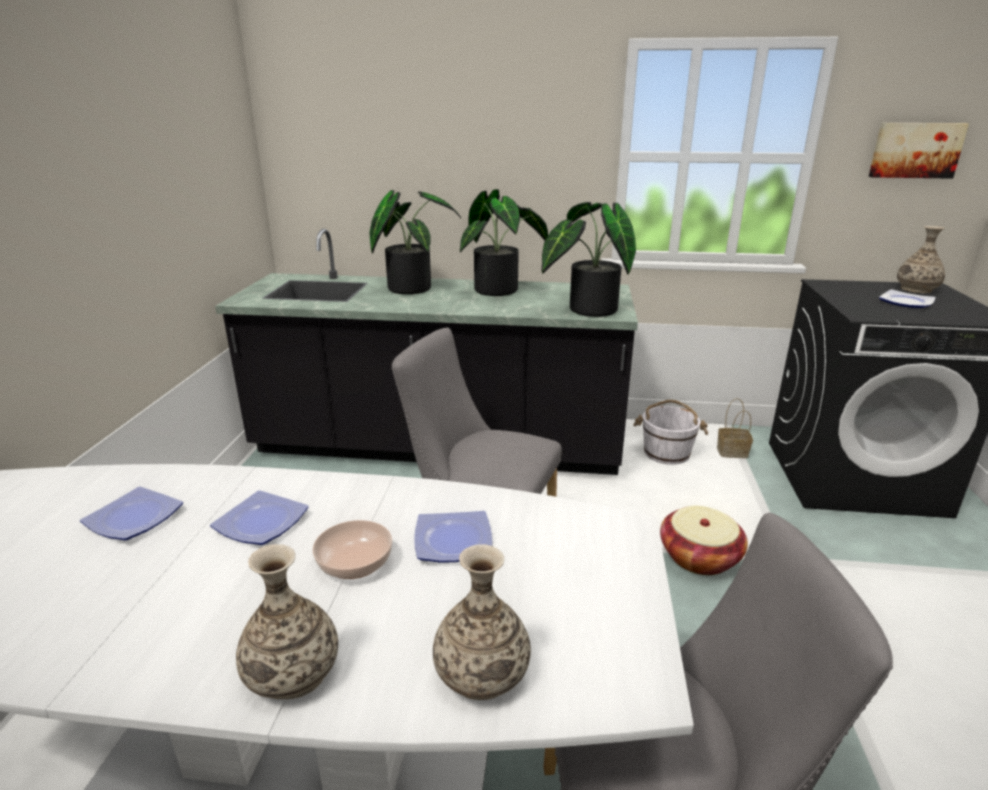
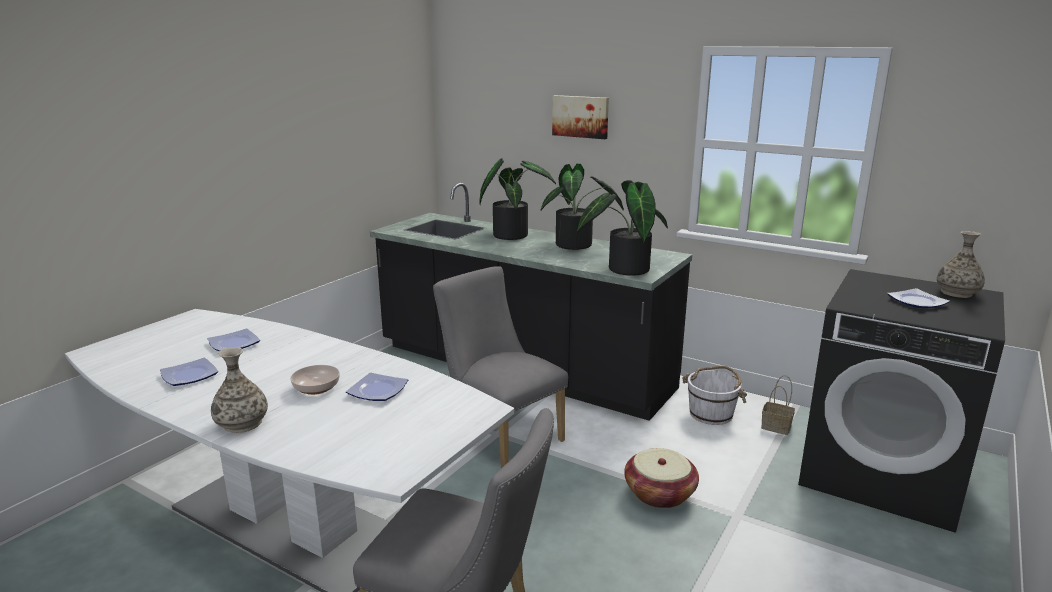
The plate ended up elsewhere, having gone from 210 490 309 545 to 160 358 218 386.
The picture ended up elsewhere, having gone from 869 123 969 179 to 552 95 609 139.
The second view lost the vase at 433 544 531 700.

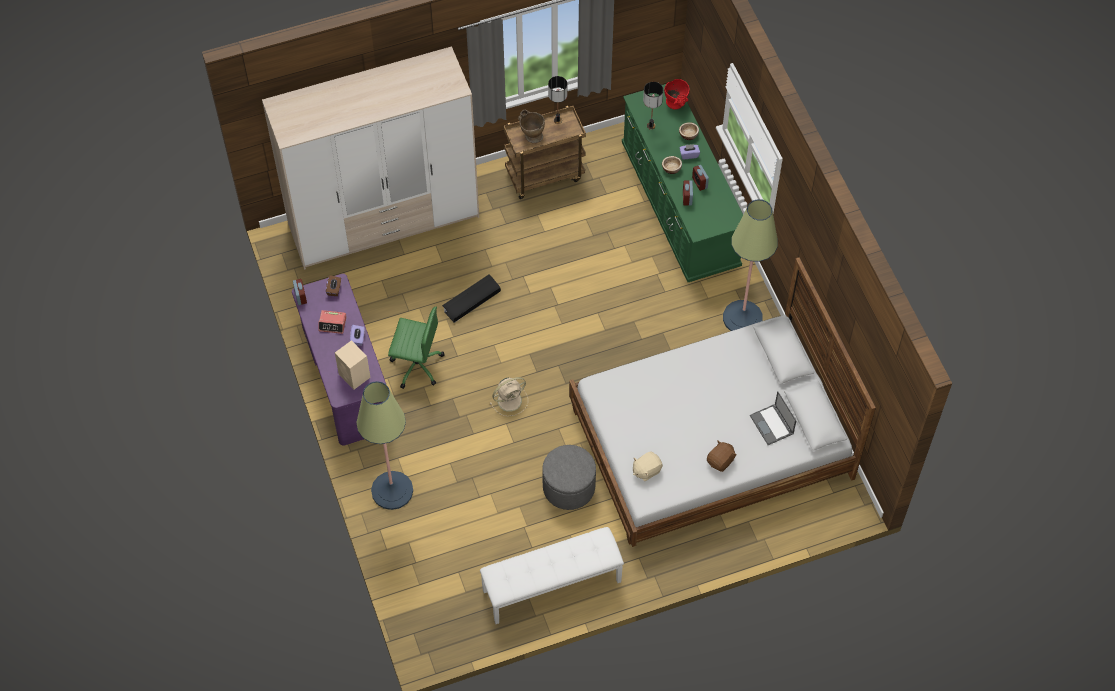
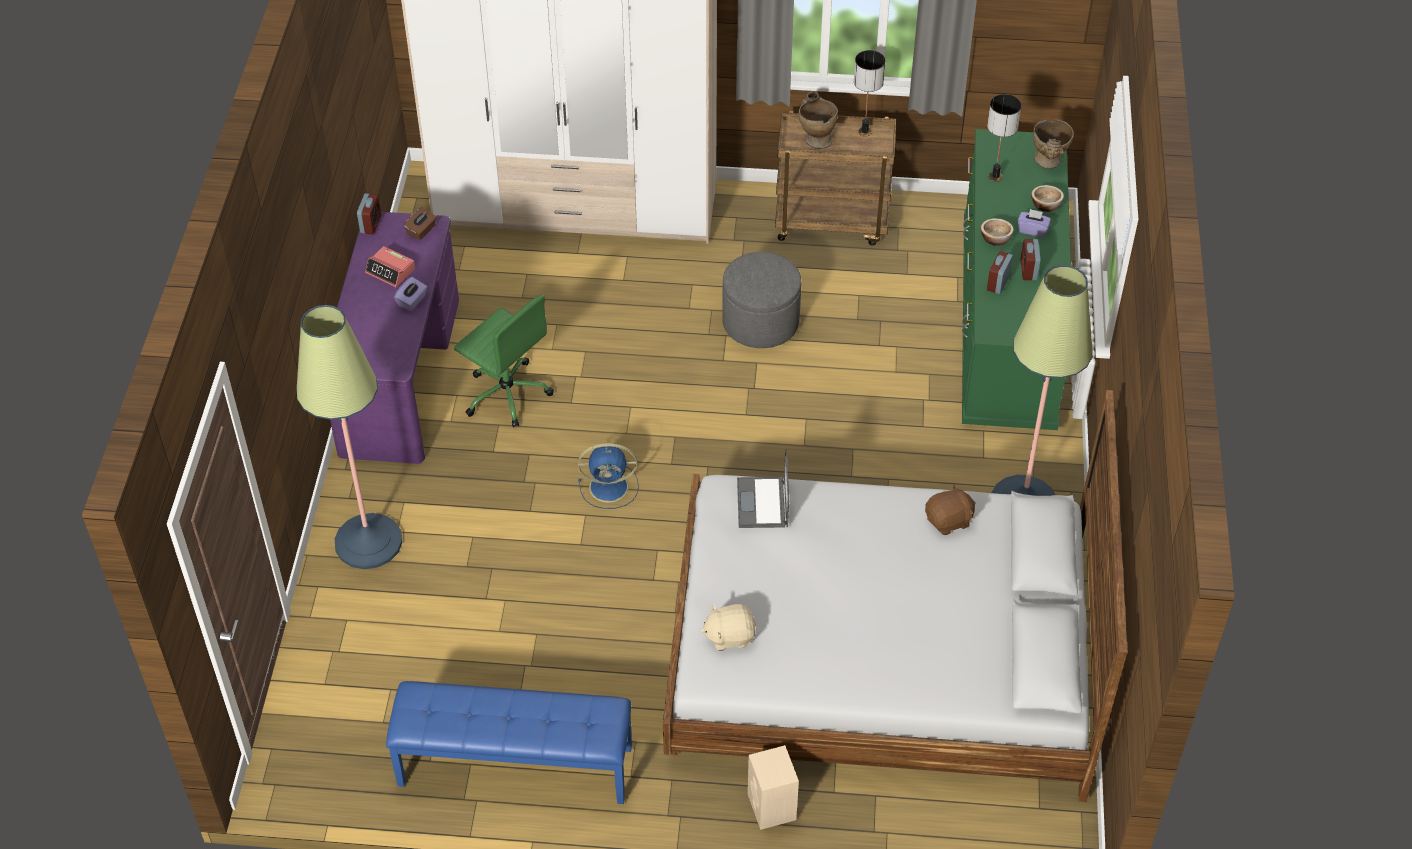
What was the white bench at 480 527 624 624 turned into the blue bench at 386 681 632 804.
What was the beige fan at 490 377 528 416 turned into the blue fan at 578 443 639 509.
The grey ottoman ended up elsewhere, having gone from 542 445 596 510 to 722 252 801 348.
The laptop ended up elsewhere, having gone from 750 391 796 445 to 737 449 789 528.
The beige speaker ended up elsewhere, having gone from 335 340 371 390 to 748 745 799 830.
The brown plush toy ended up elsewhere, having gone from 707 440 737 472 to 925 484 975 535.
What was the red vase at 664 79 689 110 turned into the beige vase at 1033 120 1074 169.
The second view lost the black storage box at 442 274 501 323.

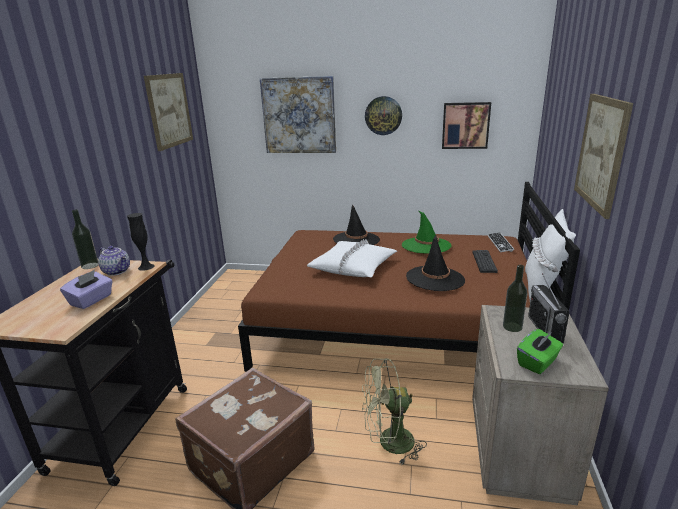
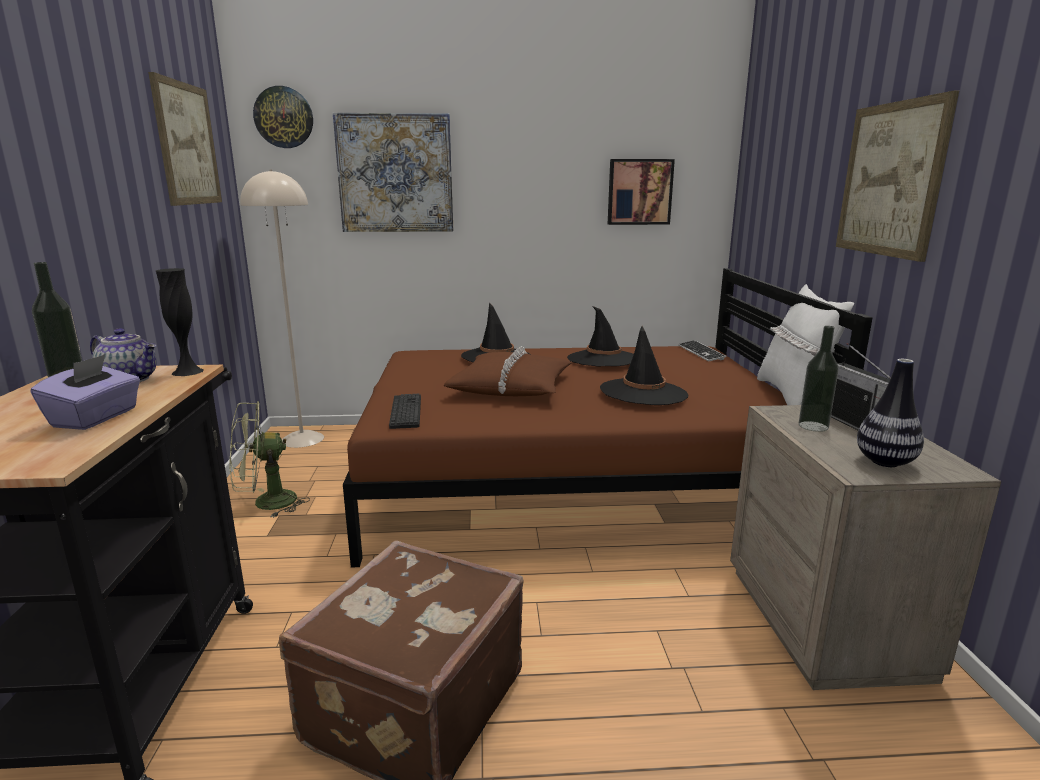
The green fan ended up elsewhere, having gone from 362 358 427 466 to 229 401 310 518.
The second view gained the beige floor lamp at 240 169 324 448.
The wall clock ended up elsewhere, having gone from 365 96 402 135 to 253 86 313 148.
The keyboard ended up elsewhere, having gone from 472 250 498 273 to 389 394 421 429.
What was the white pillow at 307 239 397 277 turned into the brown pillow at 444 346 572 396.
What was the green hat at 402 211 452 254 turned into the black hat at 567 306 634 366.
Where the green tissue box stood at 517 329 563 374, the vase came to stand at 857 359 924 467.

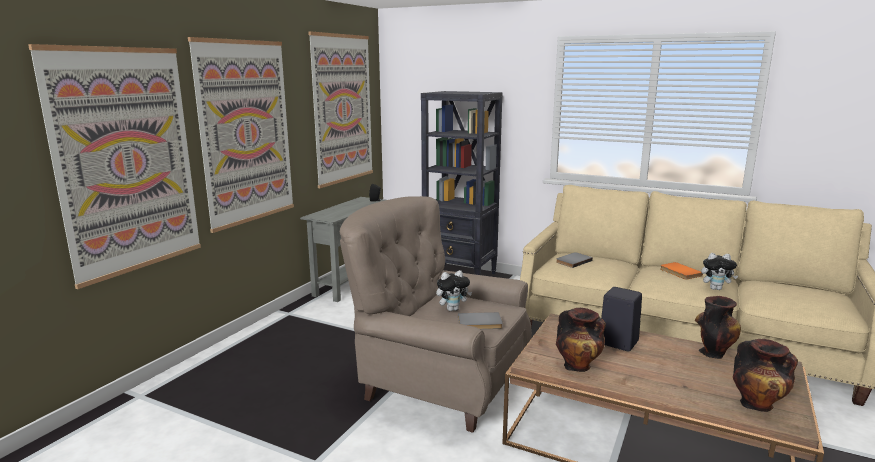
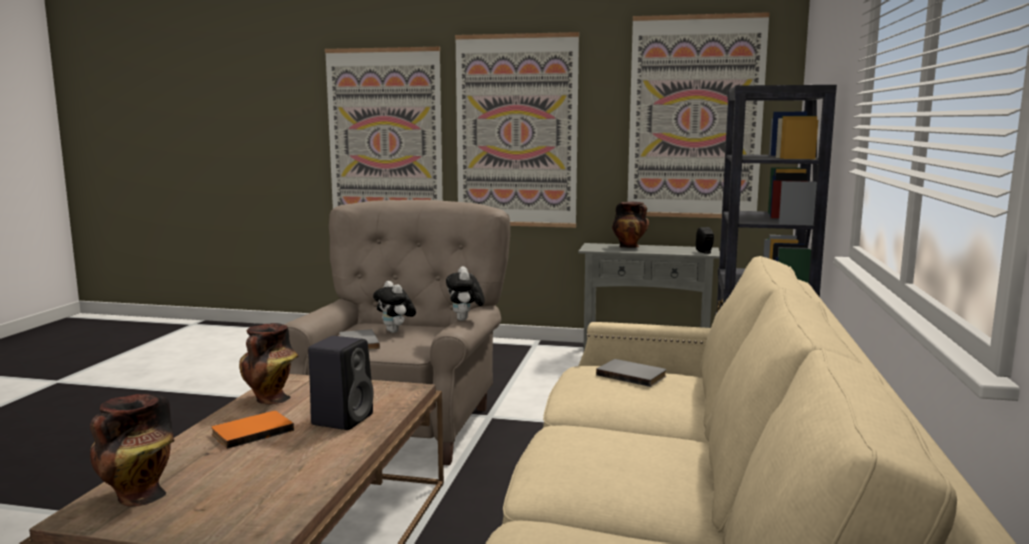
The orange book ended up elsewhere, having gone from 660 262 703 280 to 211 411 294 449.
The plush toy ended up elsewhere, having gone from 701 253 738 290 to 446 266 484 321.
The vase ended up elsewhere, having gone from 695 296 741 359 to 612 202 649 248.

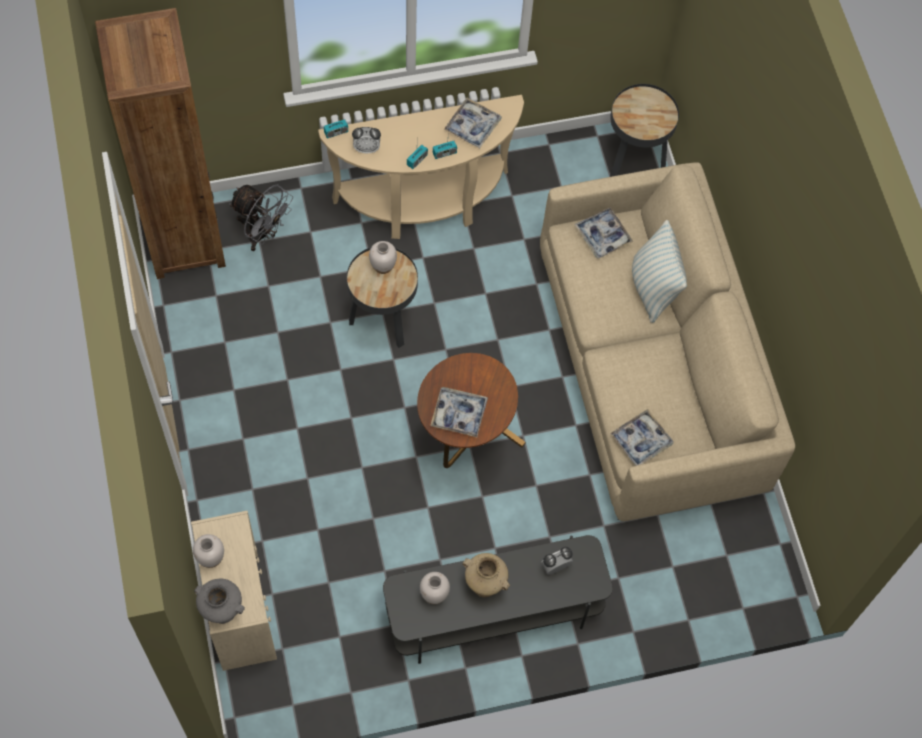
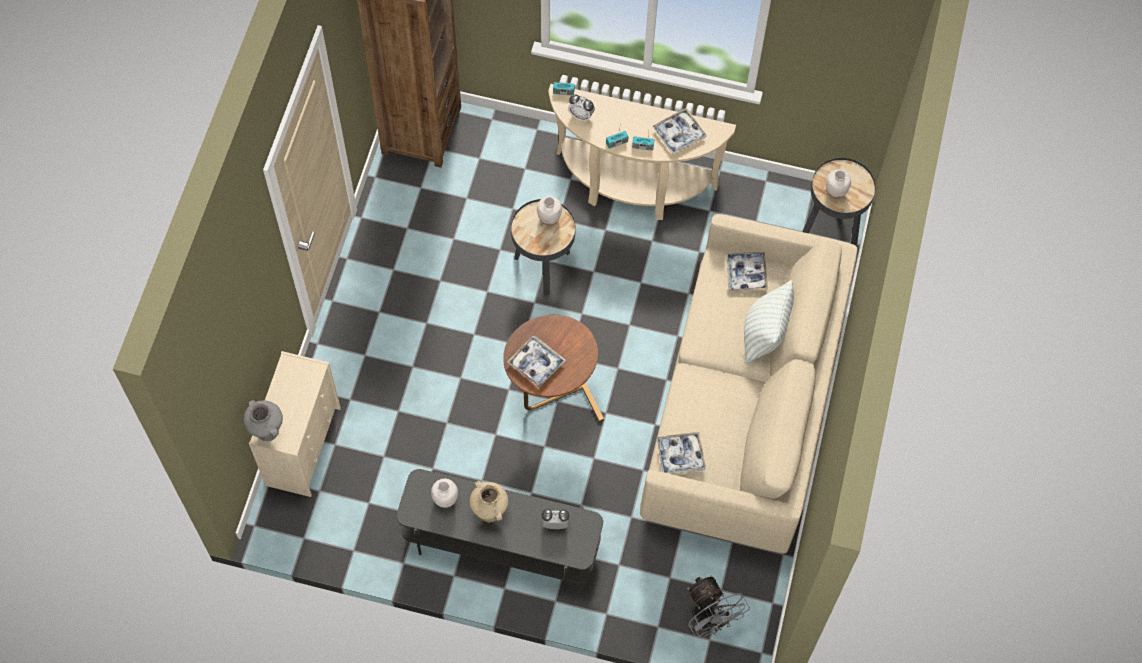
The grey fan ended up elsewhere, having gone from 229 184 293 251 to 687 575 750 639.
The white vase ended up elsewhere, having gone from 193 534 224 568 to 826 170 851 199.

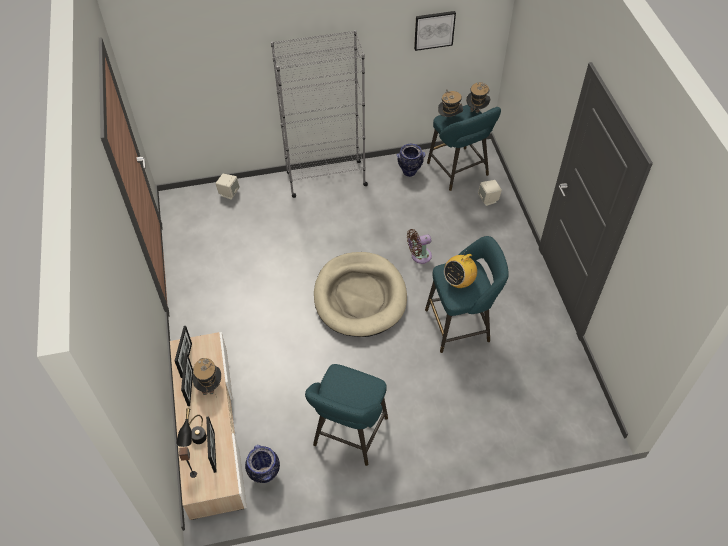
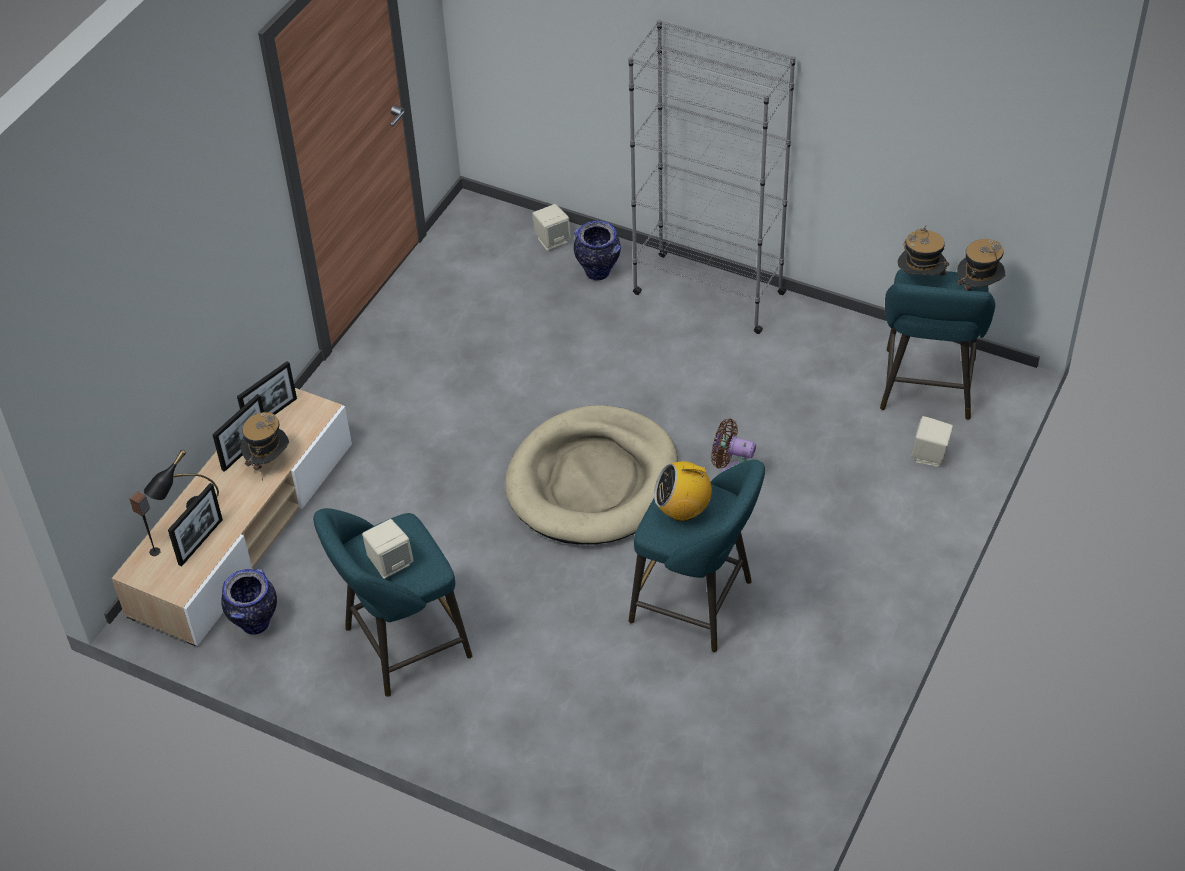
The second view gained the beige speaker at 362 519 413 579.
The vase ended up elsewhere, having gone from 397 144 426 177 to 574 220 621 281.
The second view lost the picture at 414 11 456 51.

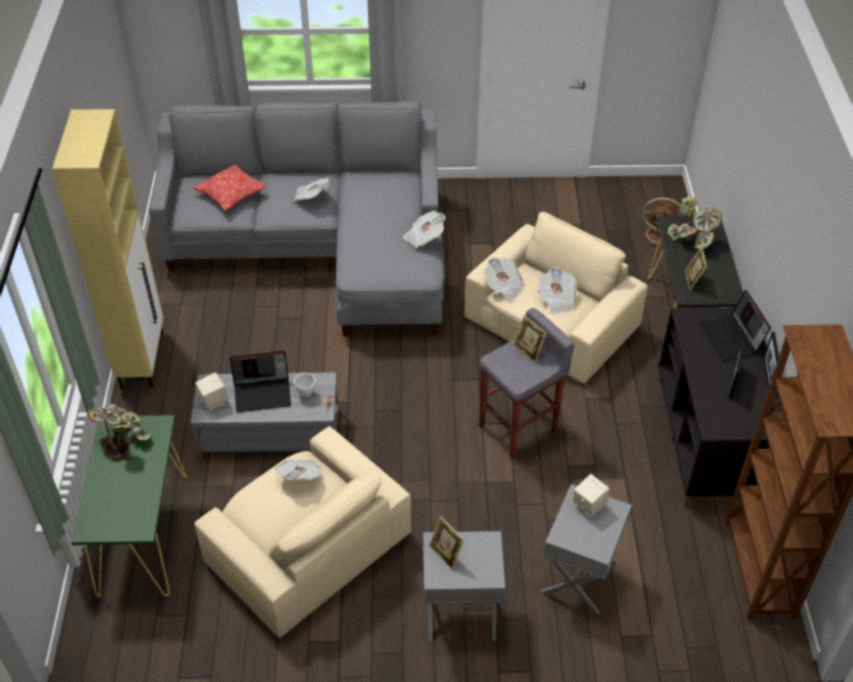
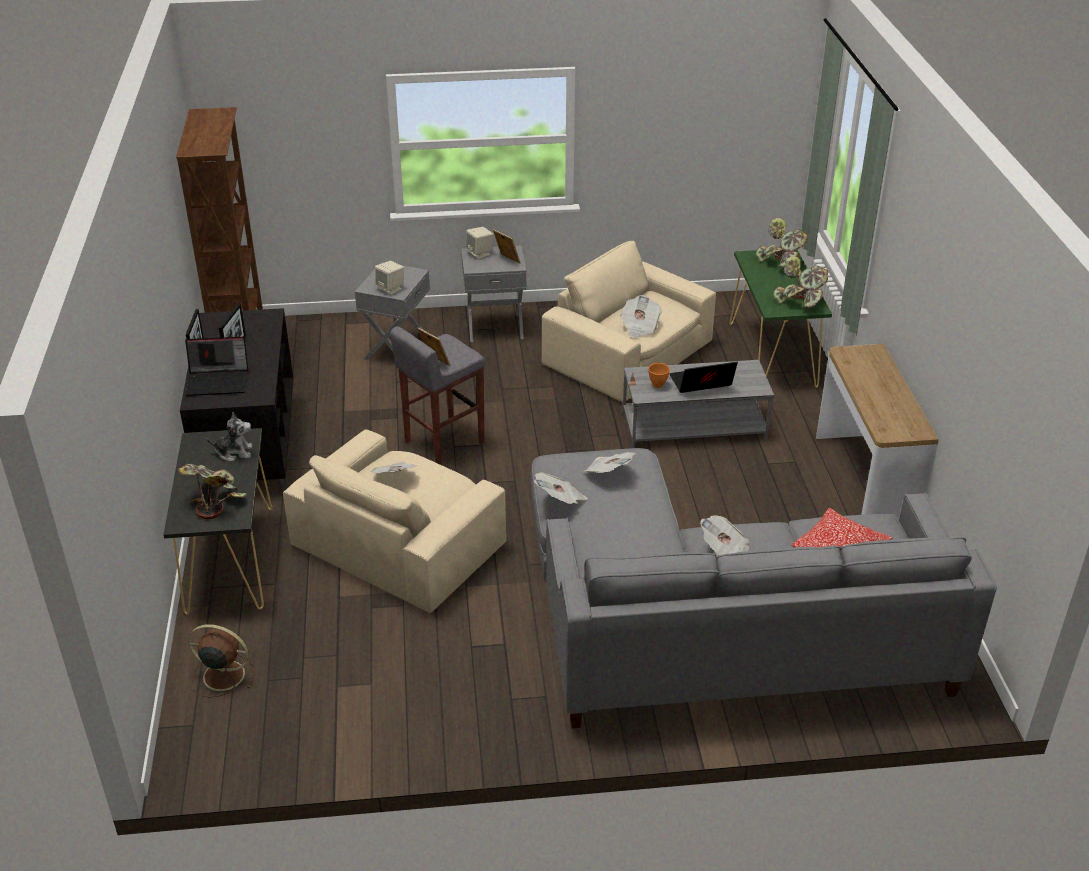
The laptop at 700 290 771 360 ended up facing another way, 105 degrees clockwise from before.
Where the picture frame stood at 685 246 707 291, the plush toy came to stand at 207 412 253 462.
The beige speaker ended up elsewhere, having gone from 195 372 228 410 to 466 227 494 259.
The newspaper ended up elsewhere, having gone from 484 257 525 301 to 584 452 636 473.
What was the white bowl at 294 373 316 397 turned into the orange bowl at 648 363 670 388.
The second view gained the potted plant at 756 218 808 268.
Where the beige cabinet stood at 52 109 164 388, the console table came to stand at 816 344 939 521.

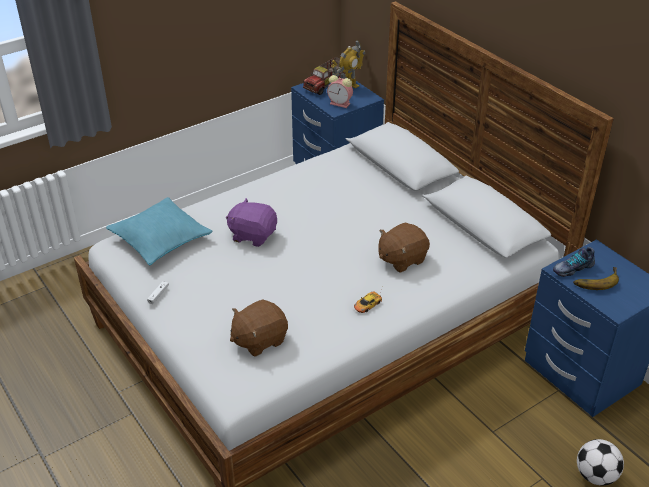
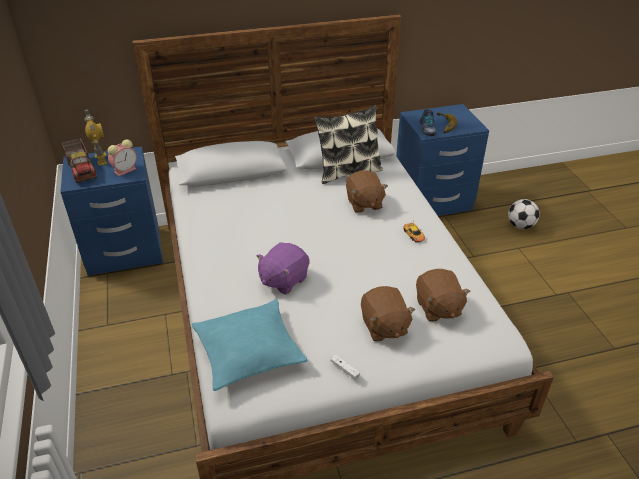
The second view gained the pillow at 314 105 383 184.
The second view gained the brown plush toy at 361 286 416 342.

